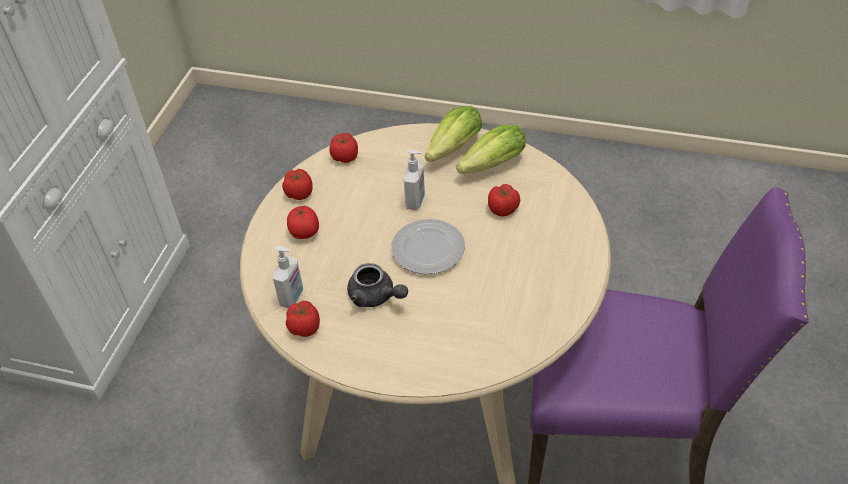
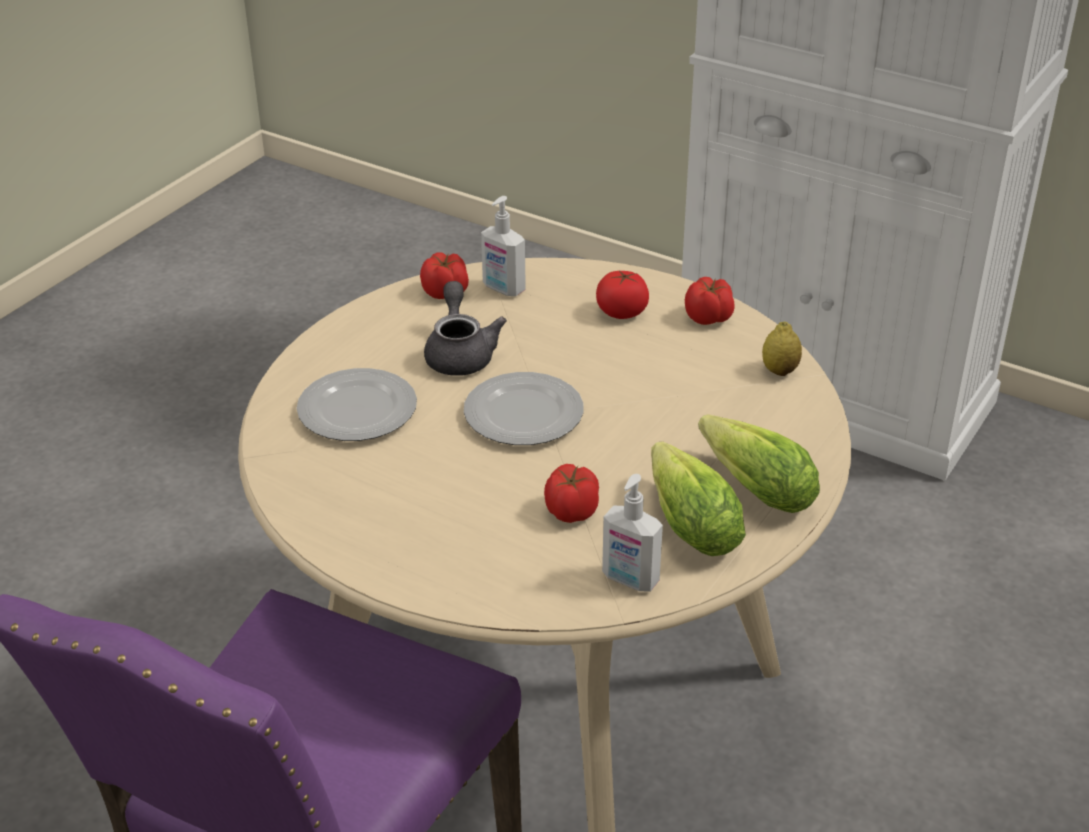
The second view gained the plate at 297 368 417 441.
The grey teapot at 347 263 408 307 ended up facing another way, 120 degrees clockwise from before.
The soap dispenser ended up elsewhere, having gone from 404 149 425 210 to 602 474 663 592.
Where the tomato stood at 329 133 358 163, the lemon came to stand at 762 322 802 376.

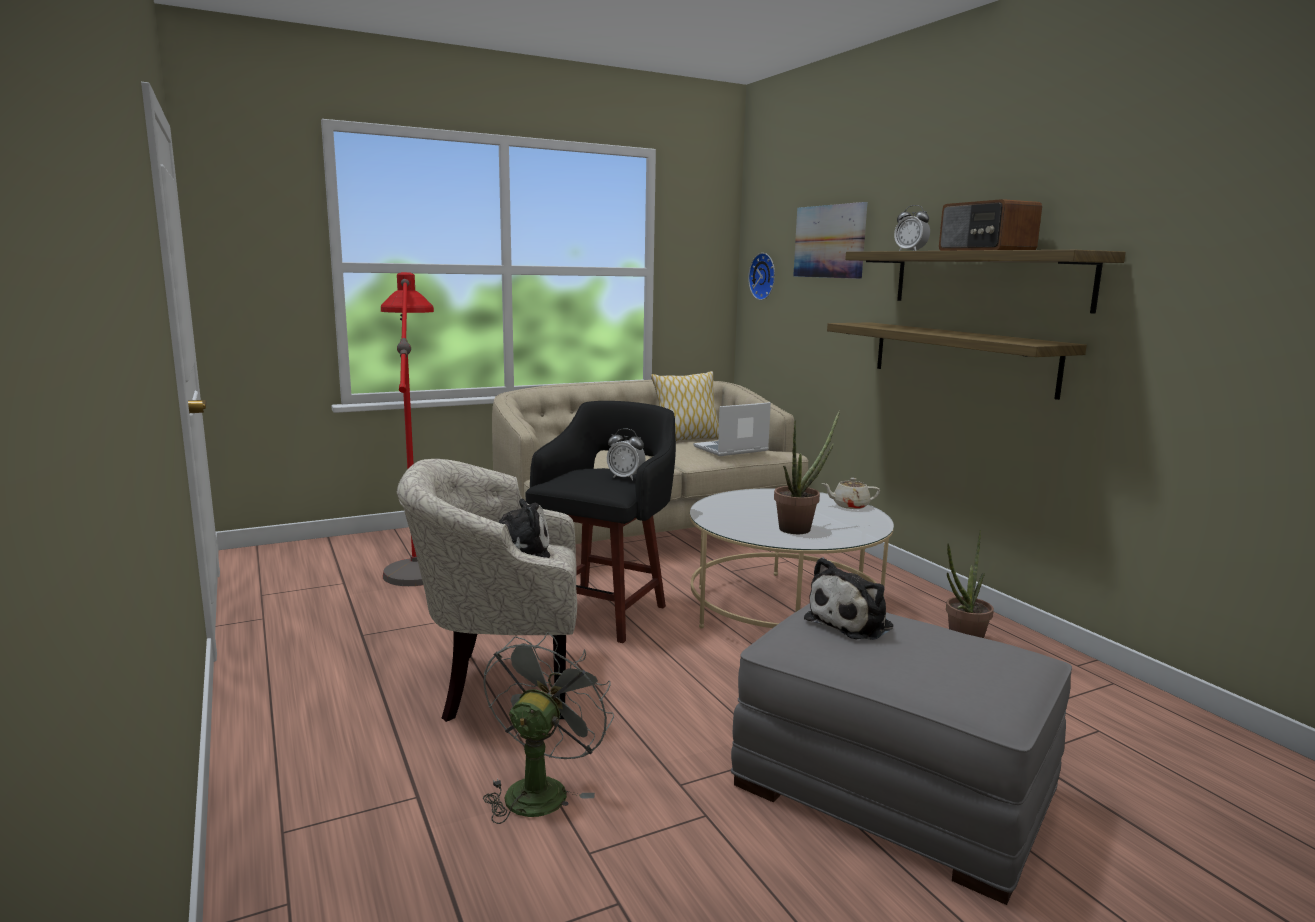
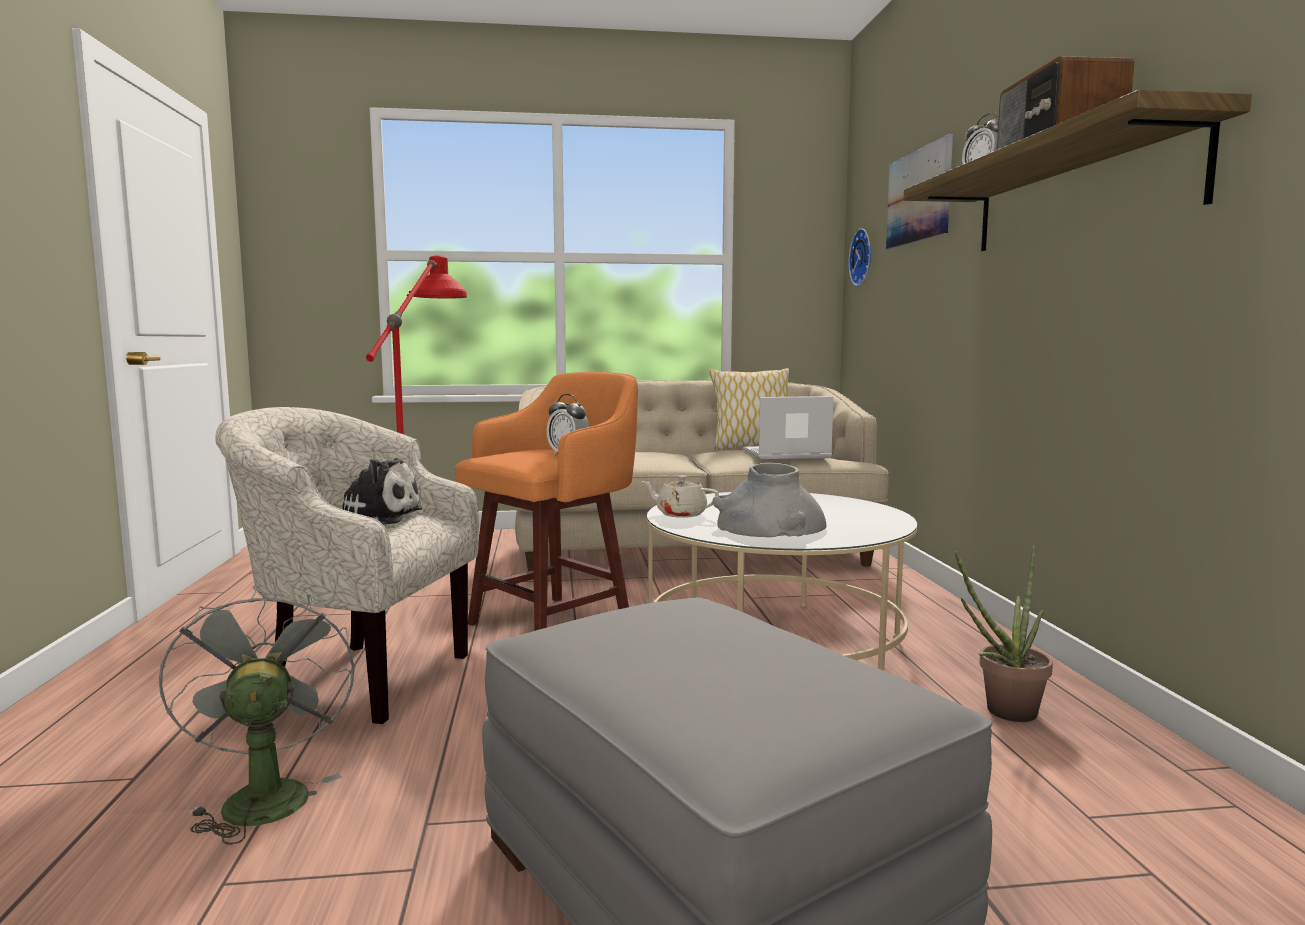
The grey fan at 483 632 614 824 ended up facing another way, 60 degrees counterclockwise from before.
What was the black stool at 525 401 676 643 turned into the orange stool at 455 372 638 631.
The beige teapot ended up elsewhere, having gone from 821 478 880 509 to 641 475 719 518.
Where the potted plant stood at 774 410 840 534, the grey vase came to stand at 712 463 826 537.
The second view lost the plush toy at 804 557 893 640.
The second view lost the shelf at 827 322 1087 400.

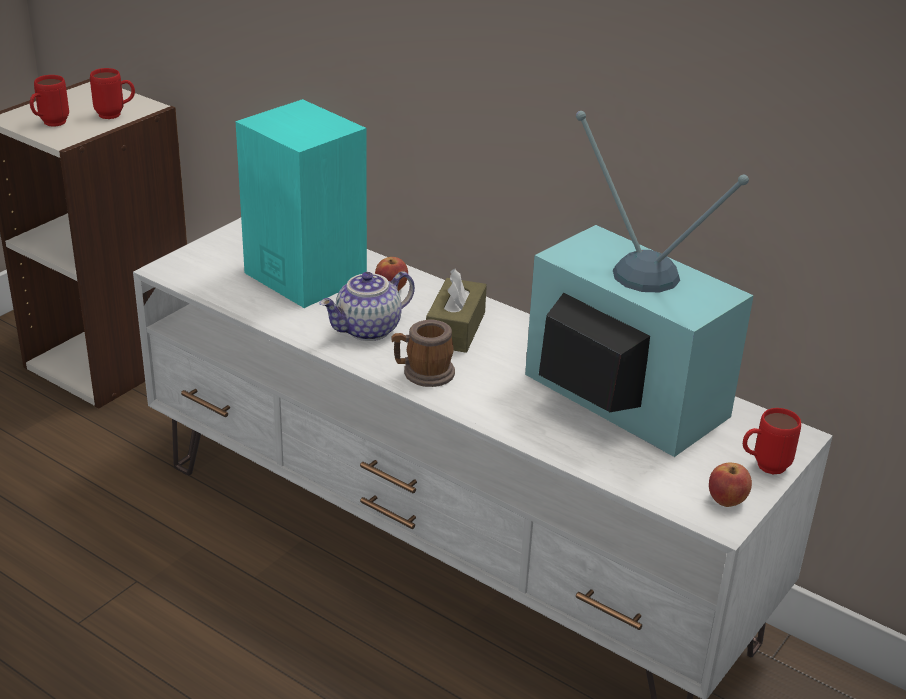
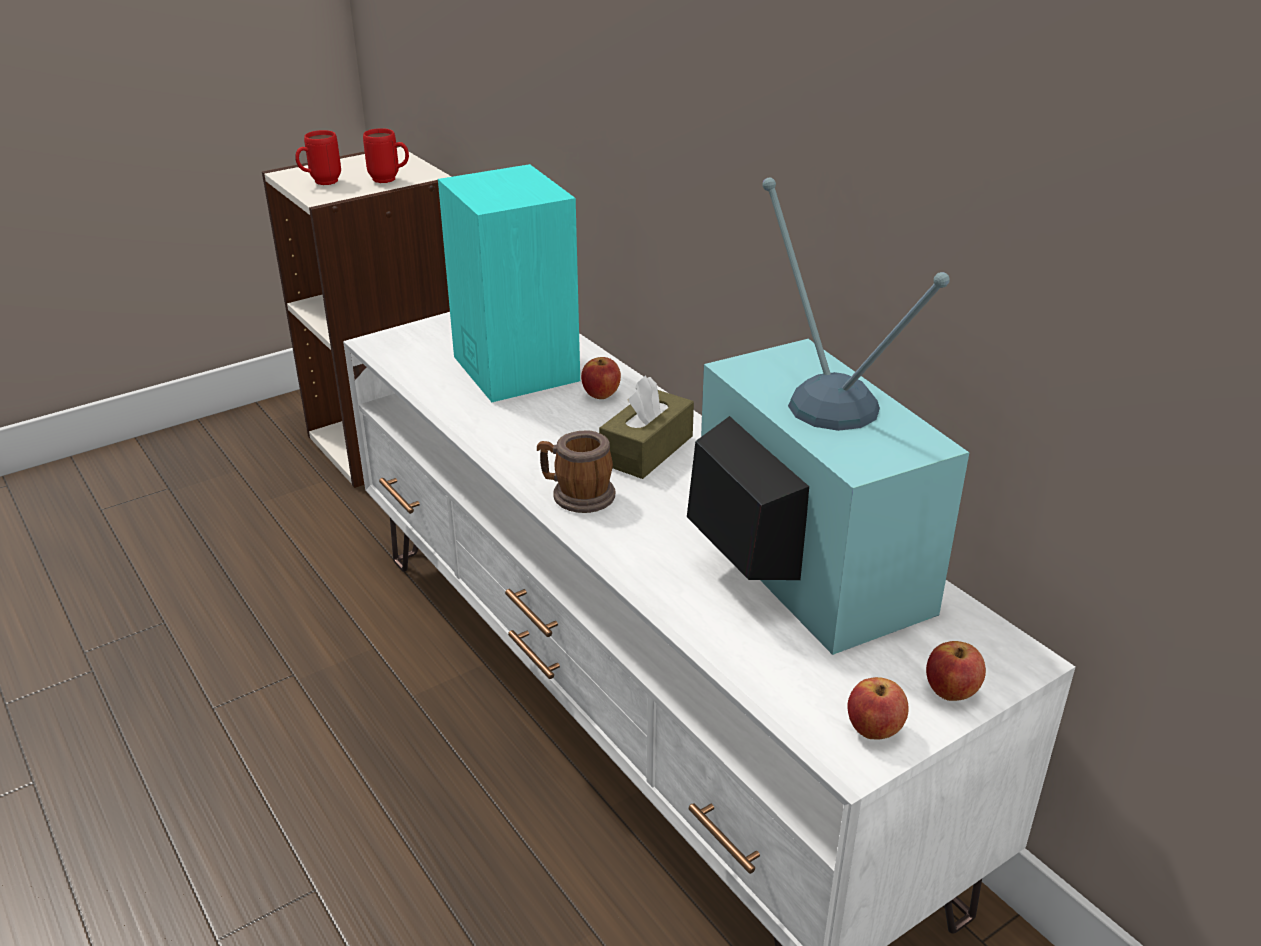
Where the red mug stood at 743 408 801 475, the apple came to stand at 926 641 986 701.
The second view lost the teapot at 319 271 415 341.

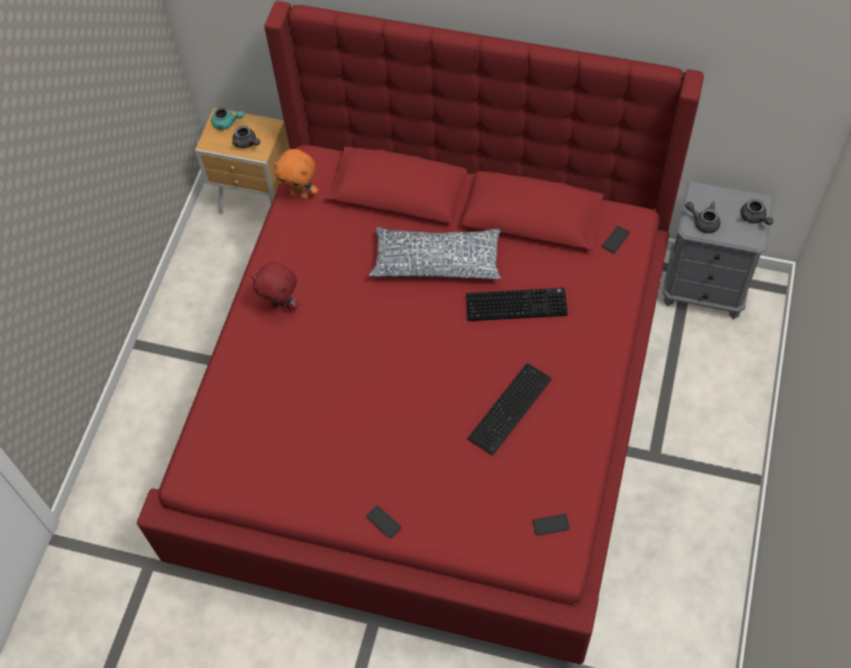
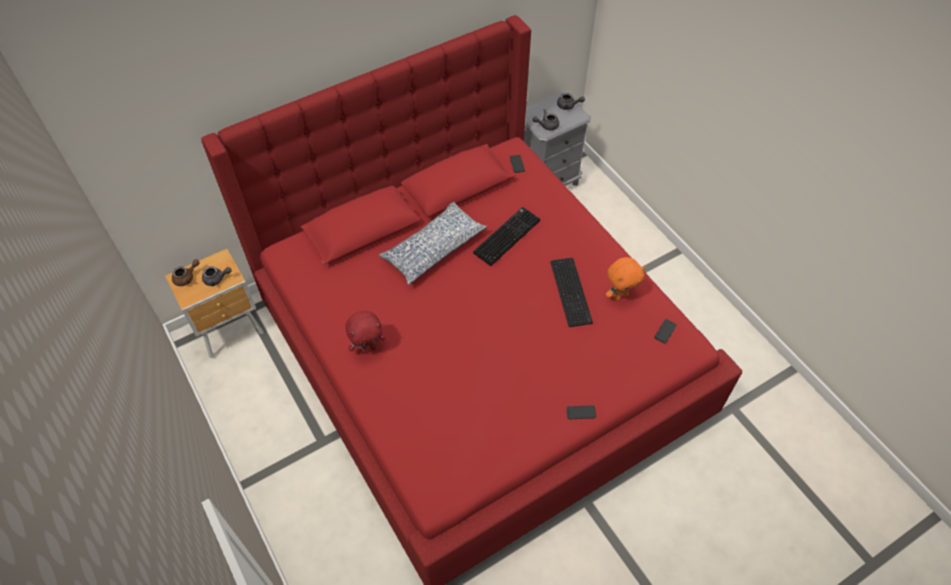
What was the turquoise teapot at 211 107 244 130 turned into the brown teapot at 172 259 200 286.
The orange plush toy ended up elsewhere, having gone from 273 149 318 199 to 606 257 645 300.

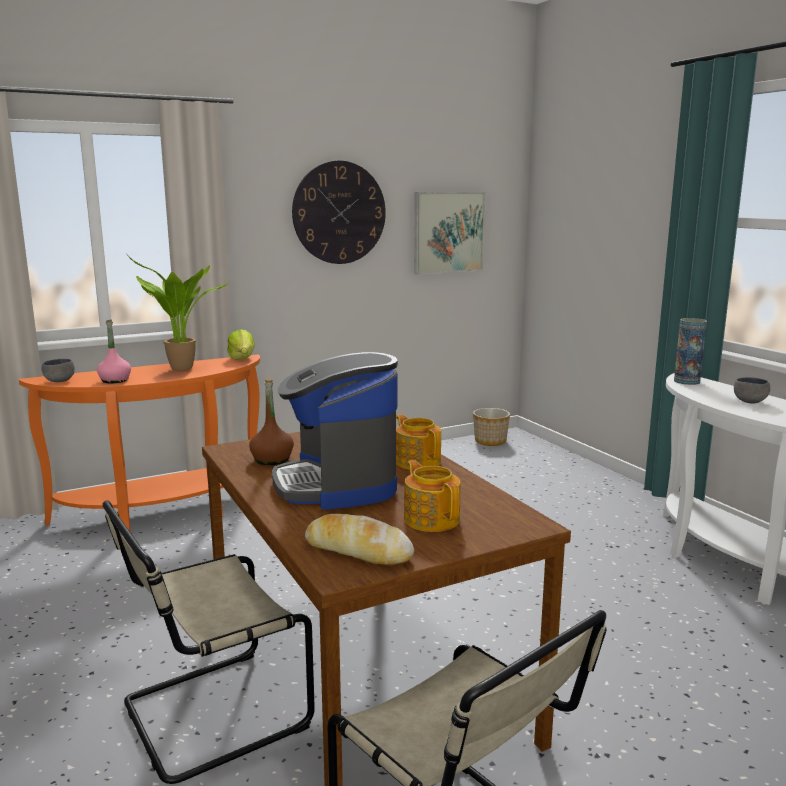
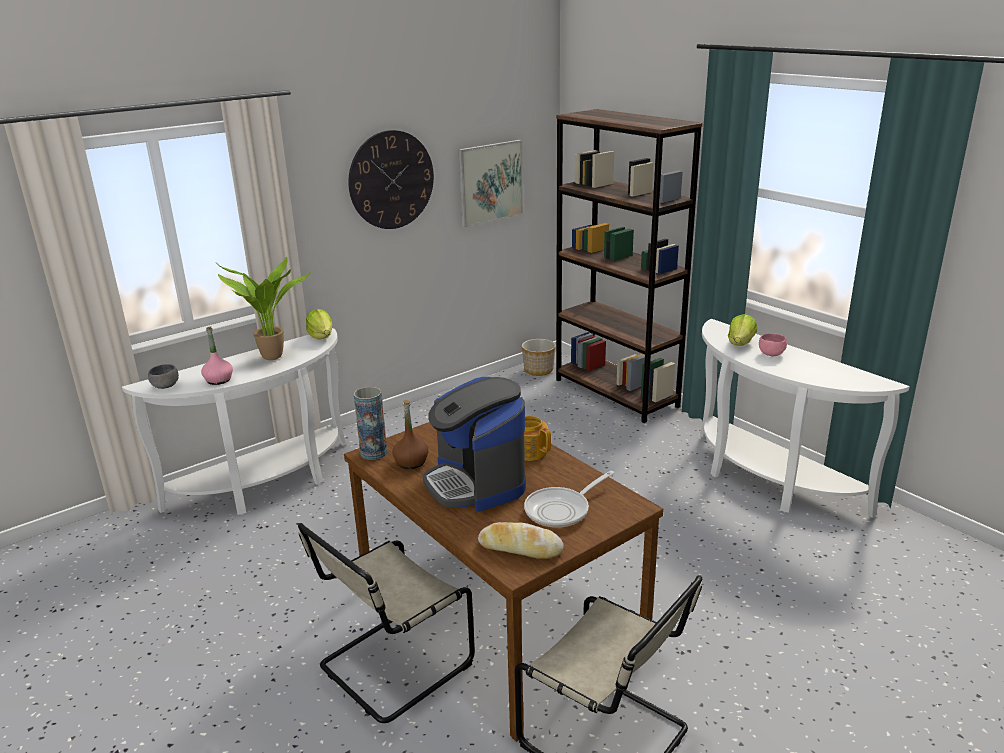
What was the orange console table at 19 354 260 531 turned into the white console table at 122 328 346 515.
The vase ended up elsewhere, having gone from 674 318 707 385 to 354 387 387 460.
Where the teapot stood at 404 460 461 532, the frying pan came to stand at 524 471 614 528.
The second view gained the brown bookcase at 556 109 703 423.
The second view gained the lettuce at 728 314 757 346.
What was the grey bowl at 734 377 770 404 turned into the pink bowl at 759 333 787 356.

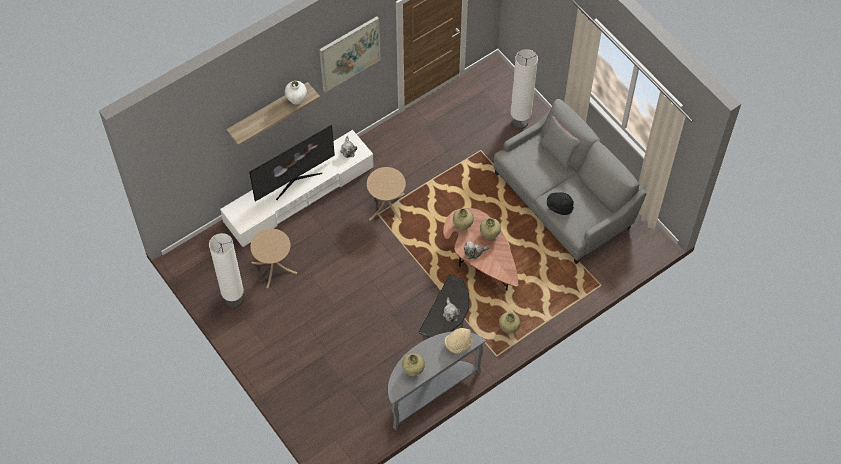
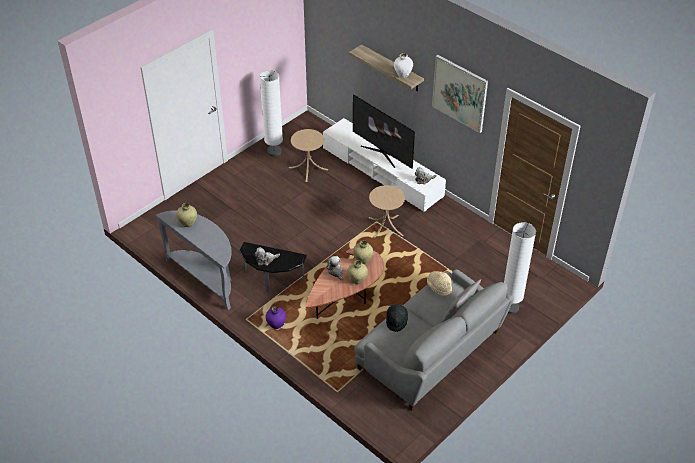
What was the beige vase at 499 312 520 334 turned into the purple vase at 266 306 286 329.
The beige hat ended up elsewhere, having gone from 445 328 473 354 to 427 271 452 296.

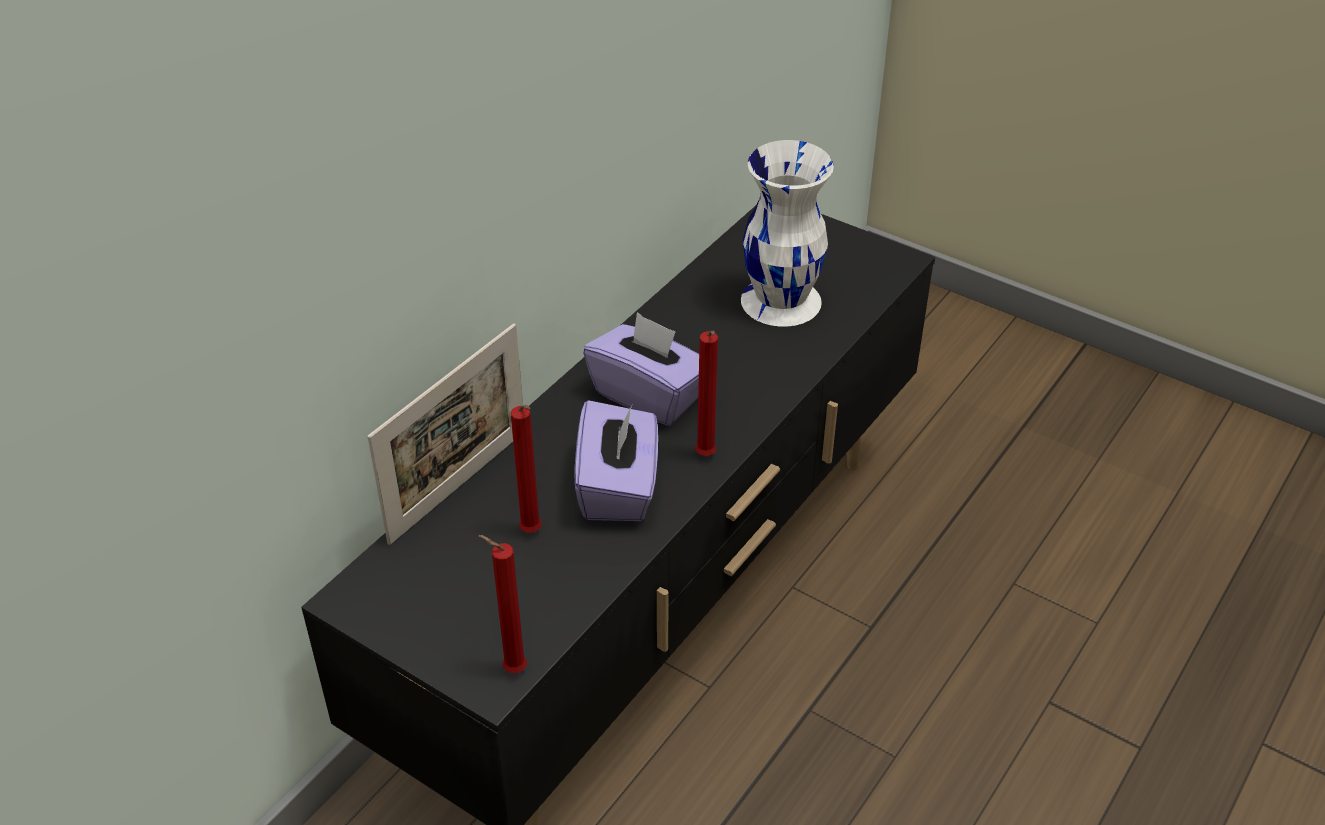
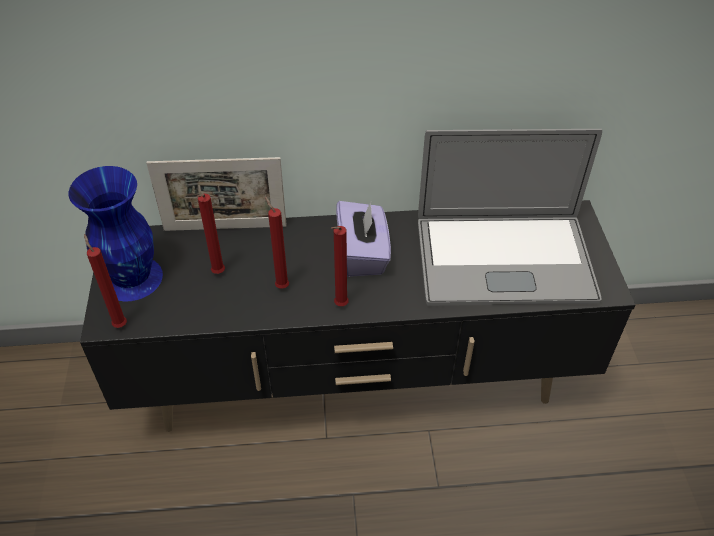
The second view gained the blue vase at 68 166 163 301.
Where the purple tissue box stood at 574 400 658 521, the red candle came to stand at 265 196 289 289.
Where the white vase stood at 741 140 834 327, the laptop came to stand at 418 129 602 306.

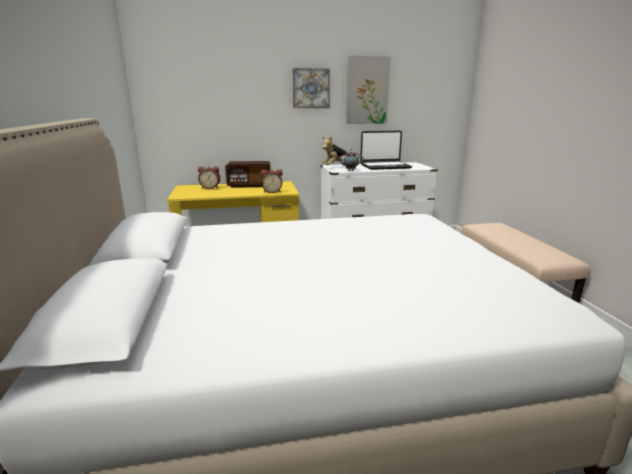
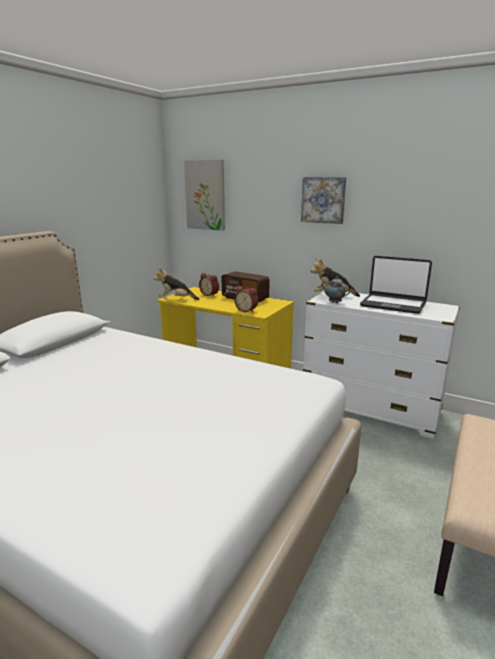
The second view gained the plush toy at 153 267 199 300.
The picture ended up elsewhere, having gone from 346 56 391 124 to 184 160 225 231.

